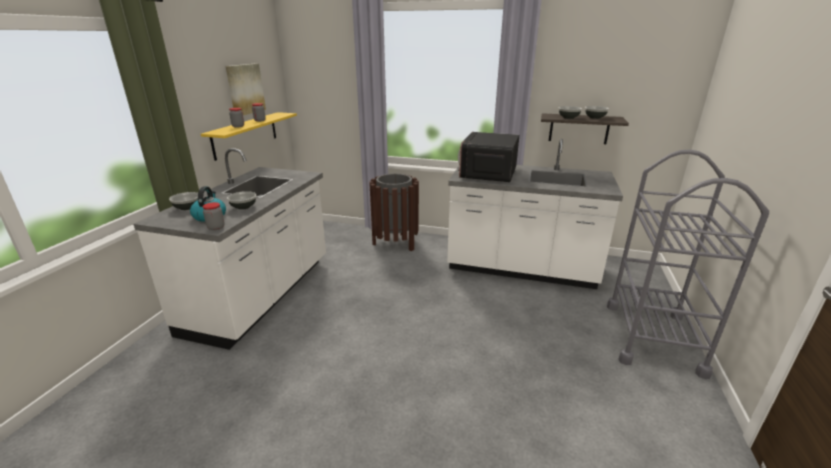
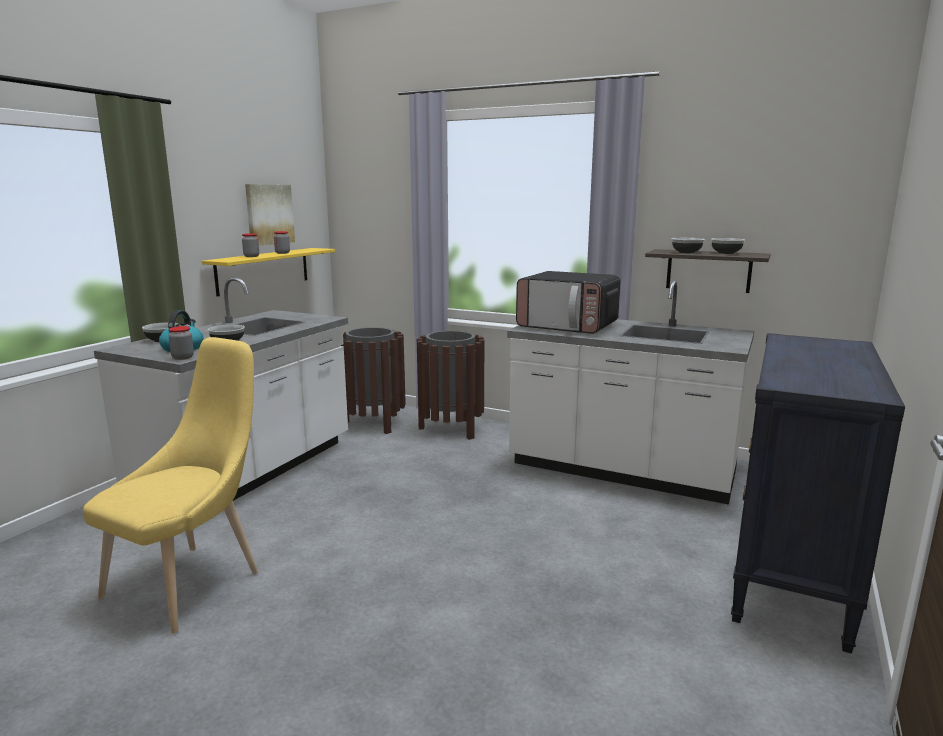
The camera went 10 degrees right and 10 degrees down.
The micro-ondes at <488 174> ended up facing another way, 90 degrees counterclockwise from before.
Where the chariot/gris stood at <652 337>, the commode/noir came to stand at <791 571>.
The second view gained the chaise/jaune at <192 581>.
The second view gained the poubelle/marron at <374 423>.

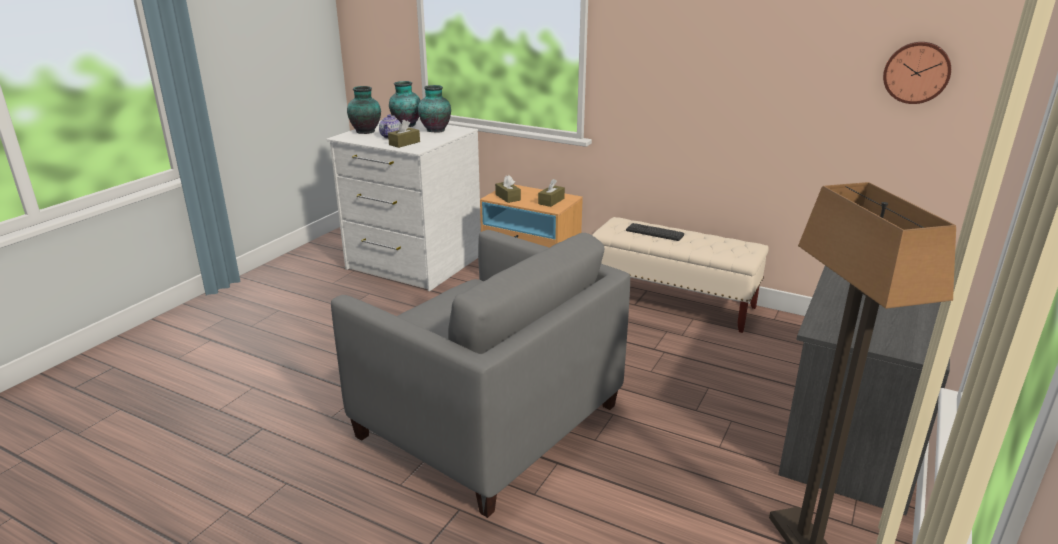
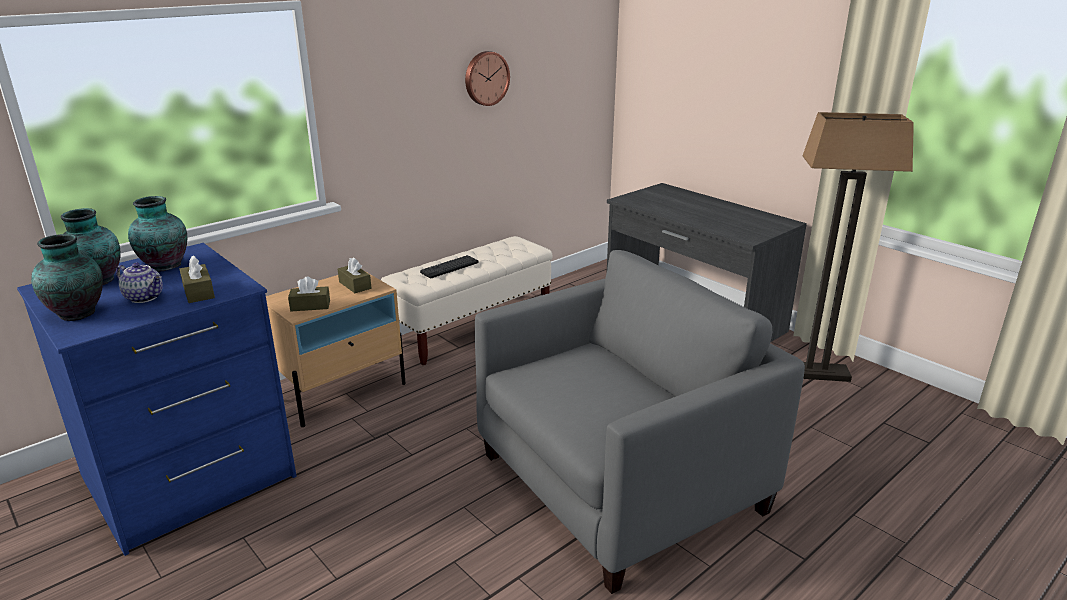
The camera went 70 degrees left and 0 degrees up.
What was the commode/blanc at <413 263> turned into the commode/bleu at <190 478>.
The horloge murale ended up elsewhere, having gone from <916 72> to <486 78>.

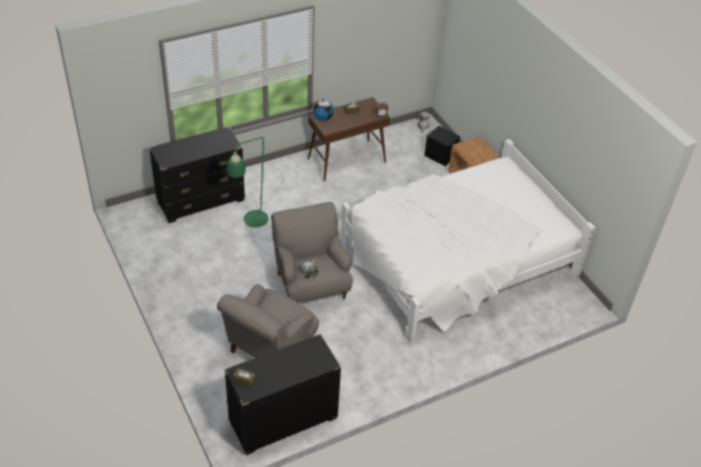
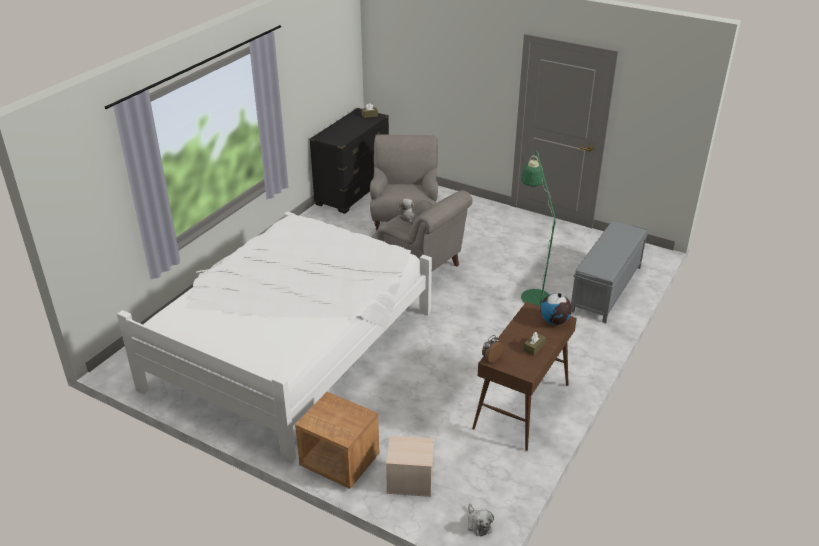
The camera went 150 degrees right and 10 degrees down.
Where the commode/noir stood at <201 201>, the banc/gris came to stand at <606 289>.
What was the boîte de rangement/noir at <441 155> turned into the boîte de rangement/beige at <409 481>.

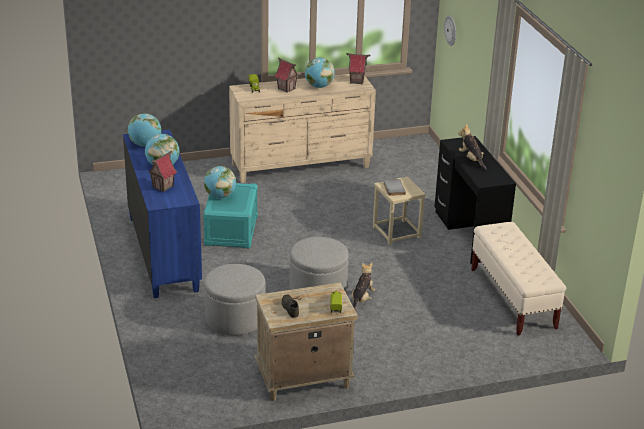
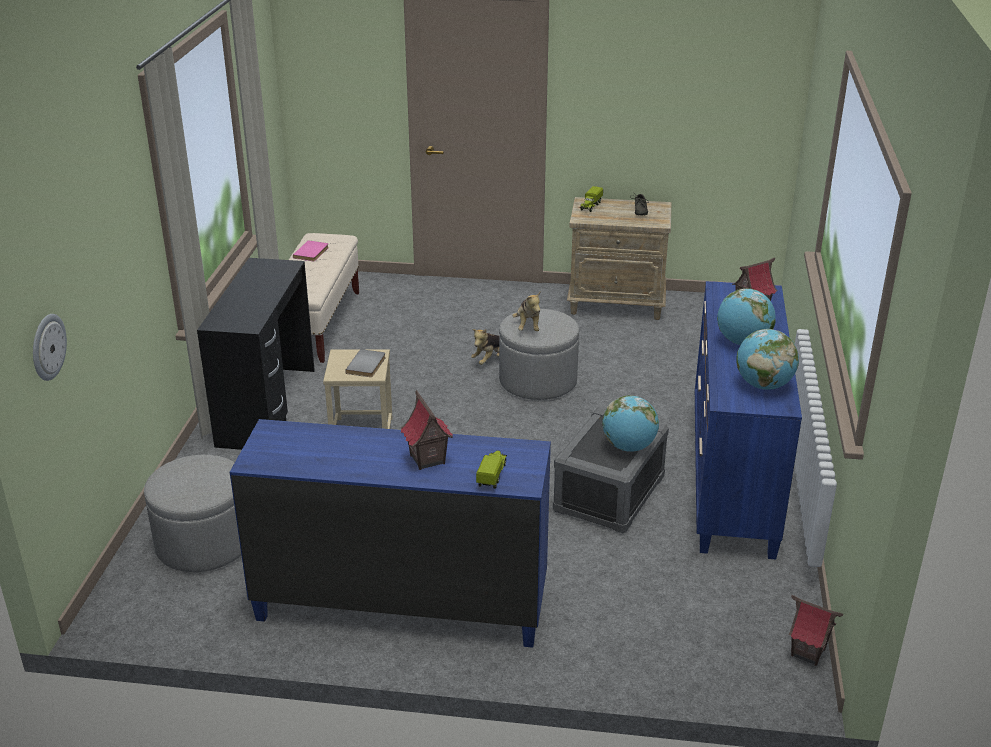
The camera went 155 degrees left and 0 degrees up.
What was the boîte de rangement/turquoise at <231 230> turned into the boîte de rangement/gris at <609 494>.
The pouf/gris ended up elsewhere, having gone from <235 319> to <204 543>.
What was the commode/beige at <301 166> turned into the commode/bleu at <400 604>.
The second view lost the globe at <319 86>.
The maison miniature ended up elsewhere, having gone from <357 81> to <808 653>.
The peluche ended up elsewhere, having gone from <471 159> to <528 326>.
The second view gained the livre/rose at <312 253>.

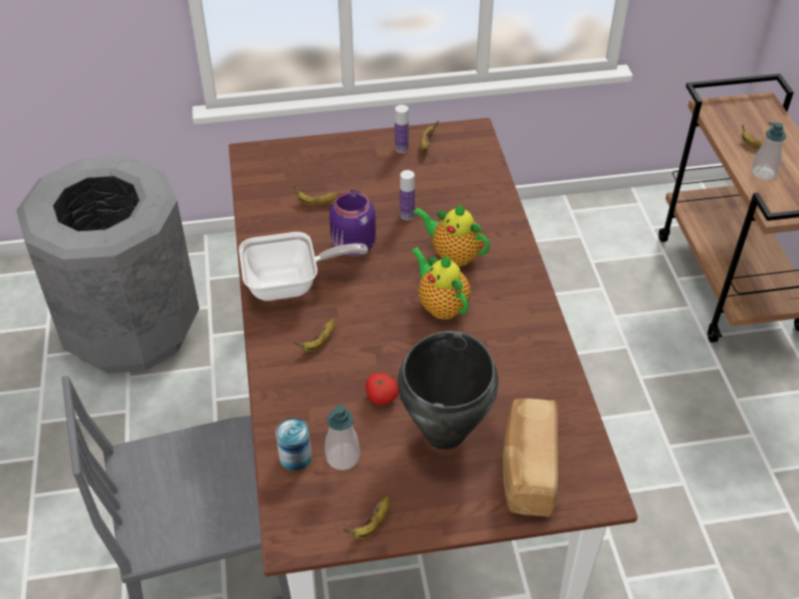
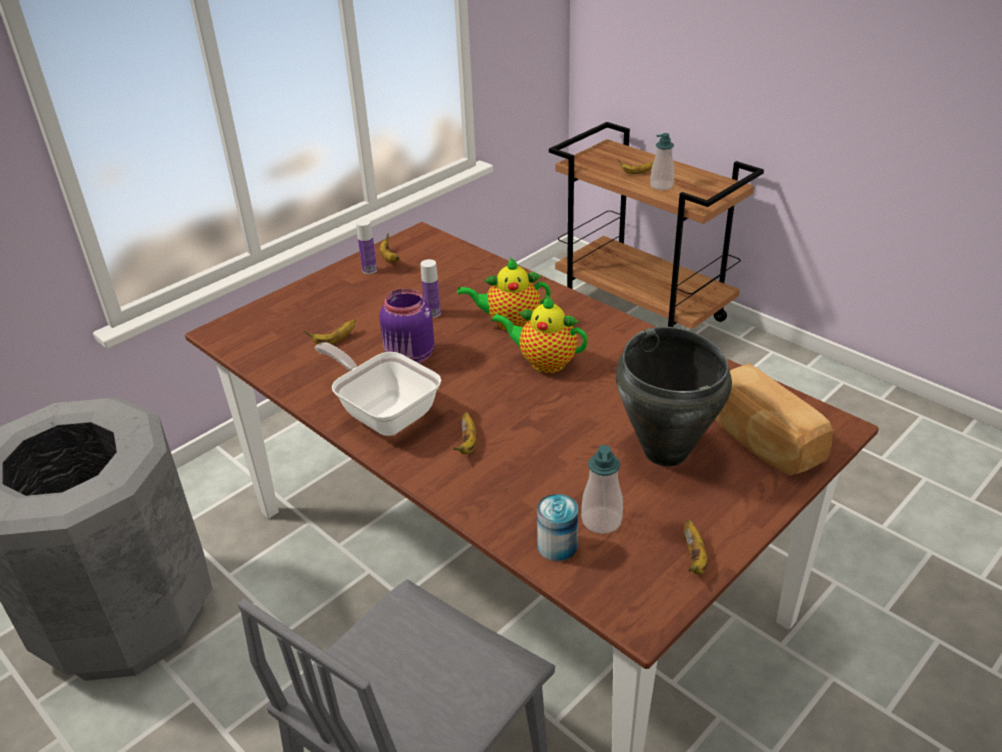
The camera went 35 degrees left and 10 degrees down.
The poêle at <290 285> ended up facing another way, 90 degrees counterclockwise from before.
The second view lost the tomate at <381 397>.

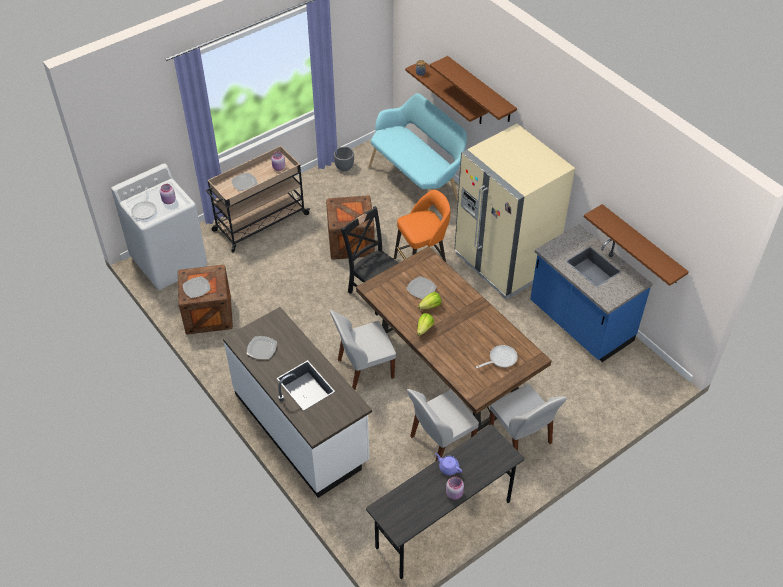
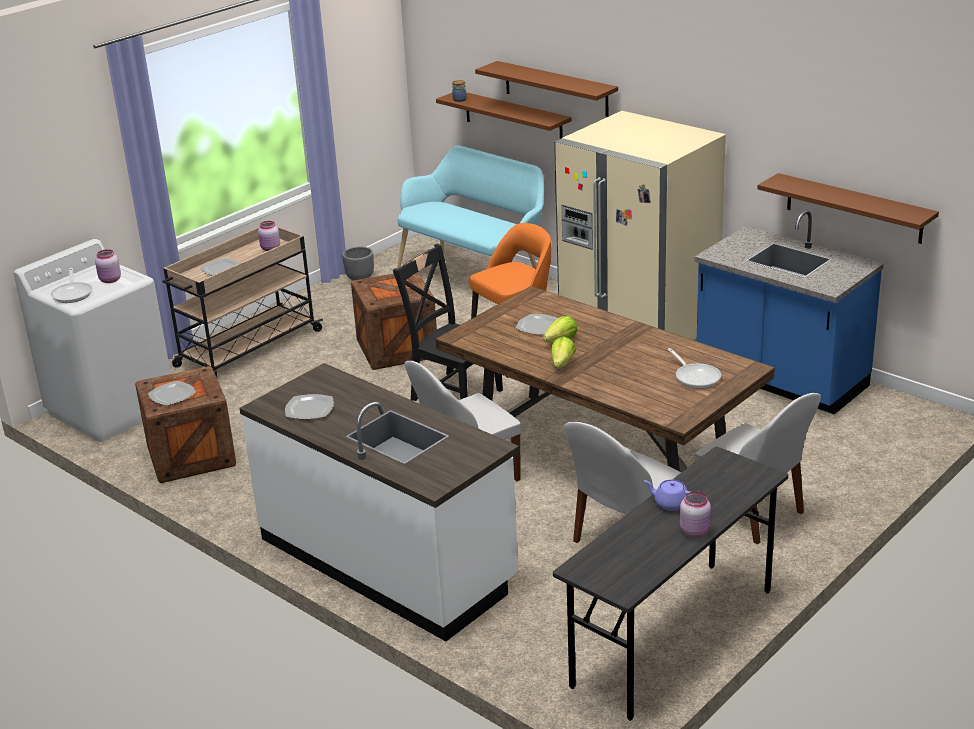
The camera went 10 degrees left and 20 degrees down.
The poêle at <500 359> ended up facing another way, 105 degrees clockwise from before.

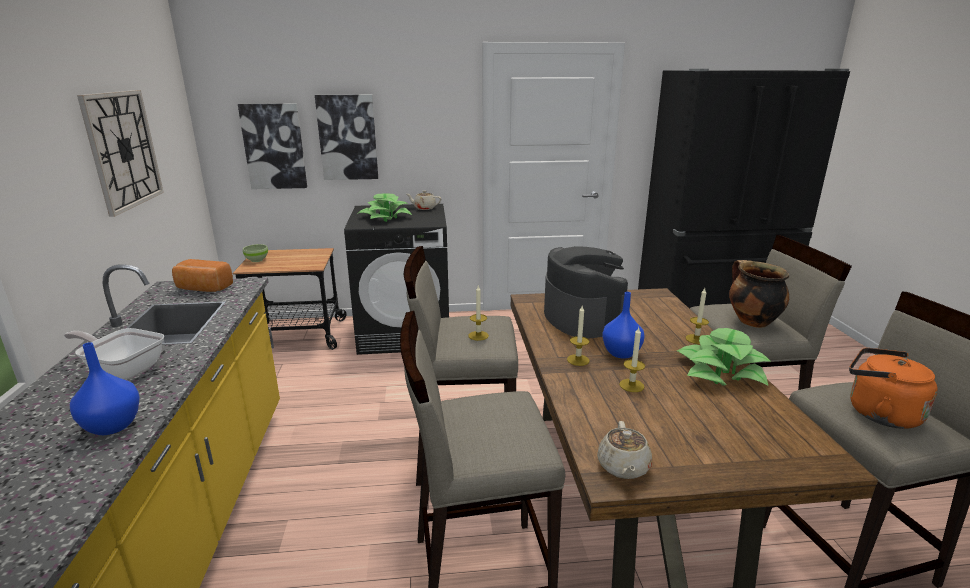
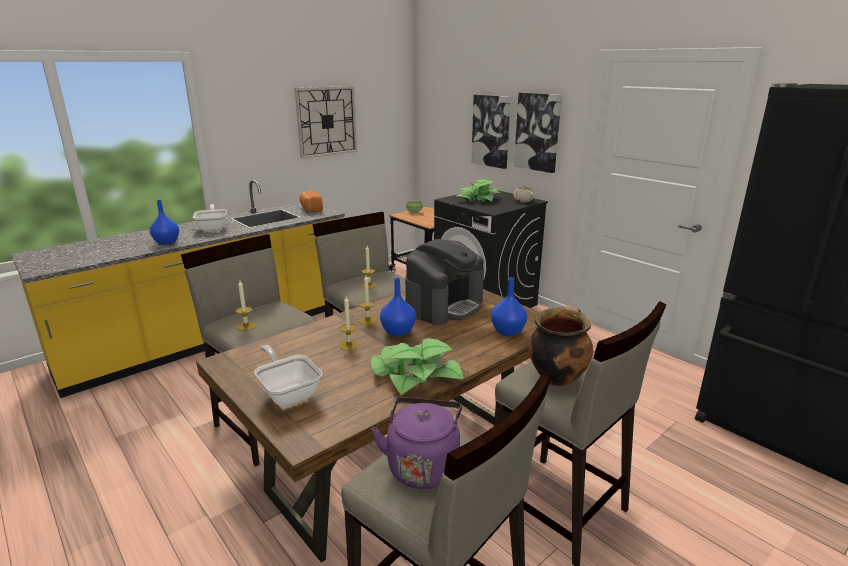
The camera went 55 degrees right and 0 degrees up.
The tableau ended up elsewhere, having gone from <274 146> to <538 132>.
The second view lost the théière/beige at <623 467>.
The bougie ended up elsewhere, having gone from <696 339> to <246 326>.
What was the bouilloire/orange at <878 413> turned into the bouilloire/violet at <423 465>.
The second view gained the poêle at <288 392>.
The second view gained the vase/bleu at <507 331>.

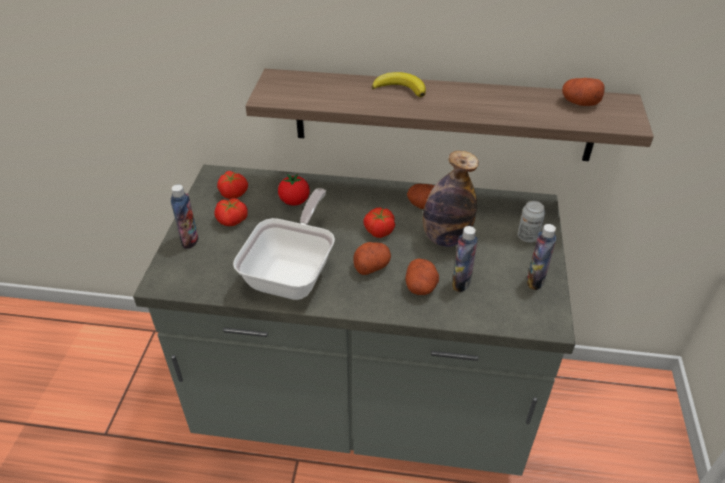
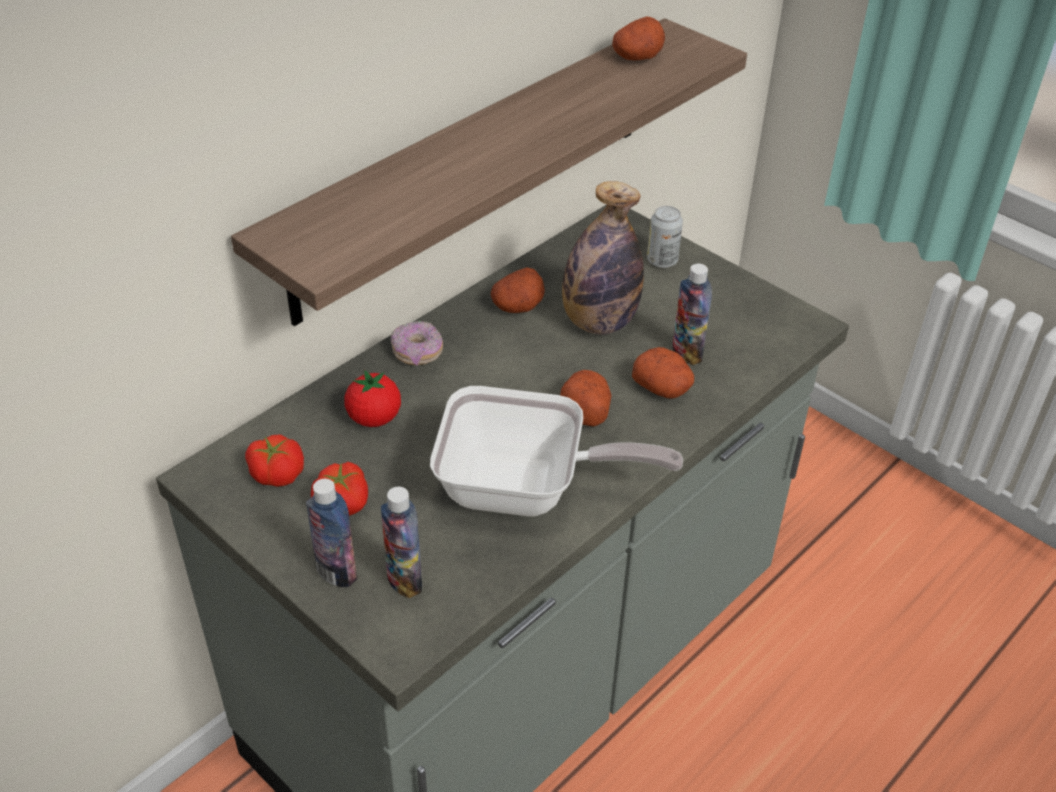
The camera went 55 degrees left and 0 degrees up.
The poêle at <293 273> ended up facing another way, 135 degrees clockwise from before.
The second view lost the tomate at <378 230>.
The second view lost the banane at <400 88>.
The bouteille ended up elsewhere, having gone from <535 280> to <404 580>.
The second view gained the beignet at <417 353>.

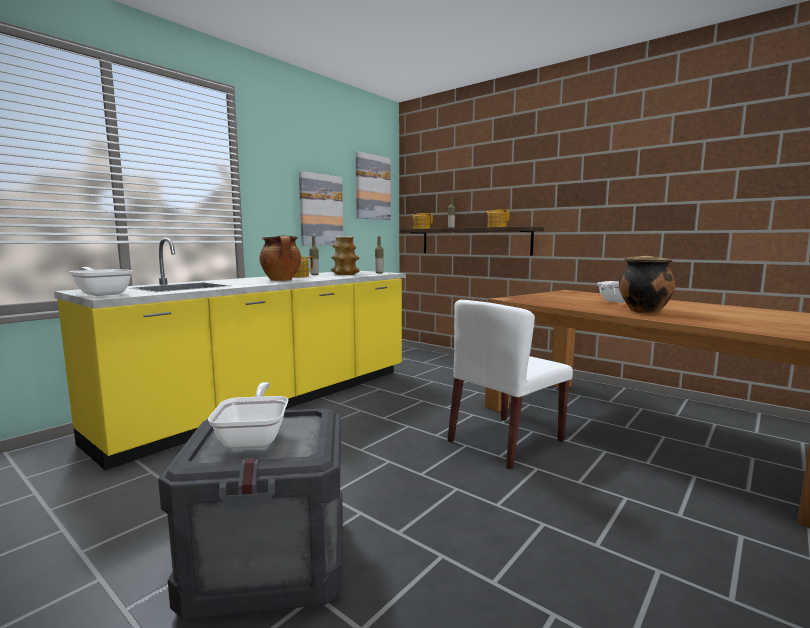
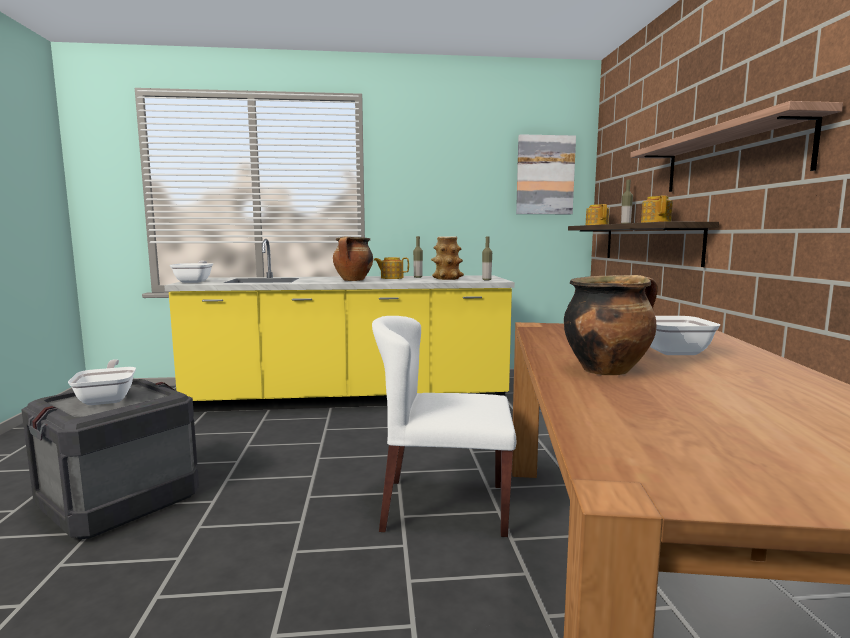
The camera went 45 degrees right and 0 degrees up.
The poêle at <255 437> ended up facing another way, 60 degrees counterclockwise from before.
The second view lost the tableau at <321 210>.
The second view gained the étagère at <731 158>.

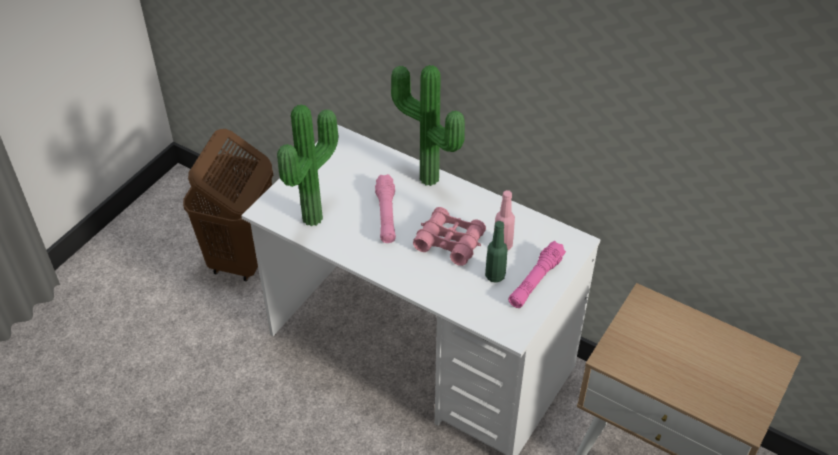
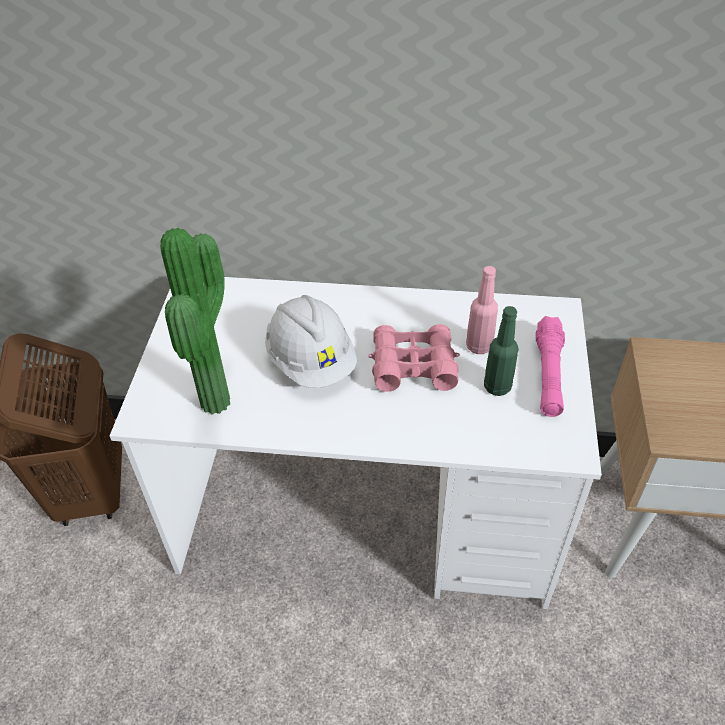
The camera went 25 degrees left and 0 degrees up.
Where the lampe de poche/rose stood at <386 215>, the casque de chantier/blanc came to stand at <311 362>.
The second view lost the plante en pot at <427 181>.

